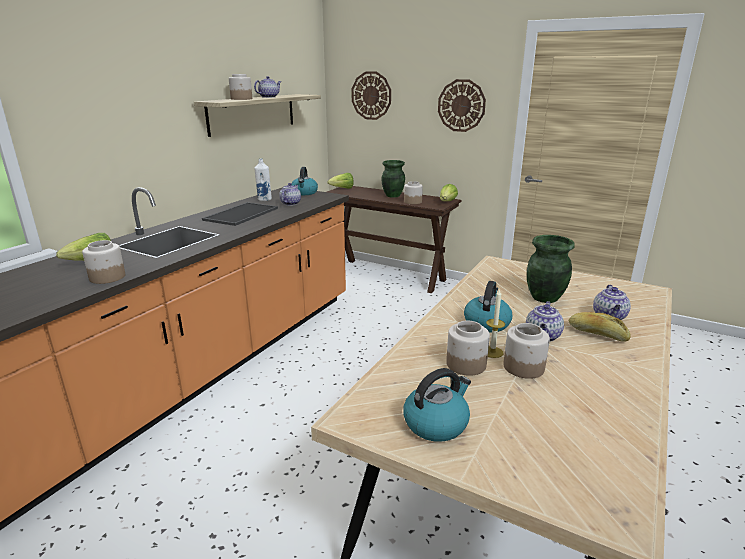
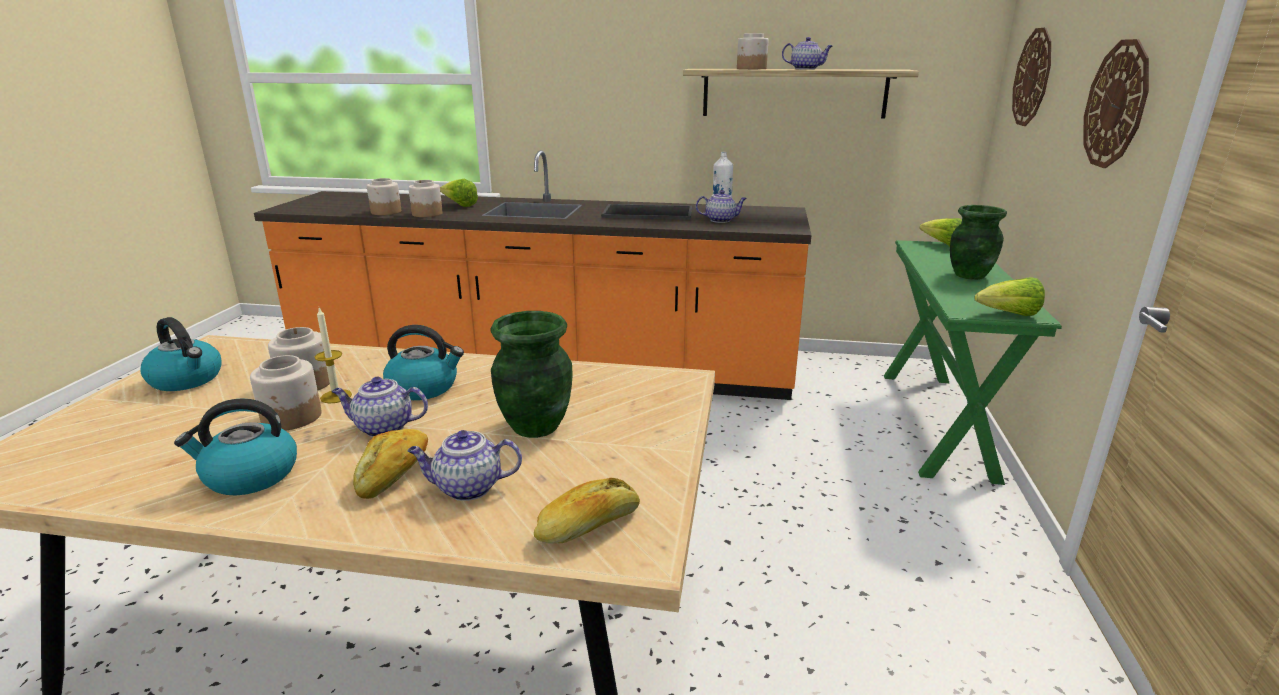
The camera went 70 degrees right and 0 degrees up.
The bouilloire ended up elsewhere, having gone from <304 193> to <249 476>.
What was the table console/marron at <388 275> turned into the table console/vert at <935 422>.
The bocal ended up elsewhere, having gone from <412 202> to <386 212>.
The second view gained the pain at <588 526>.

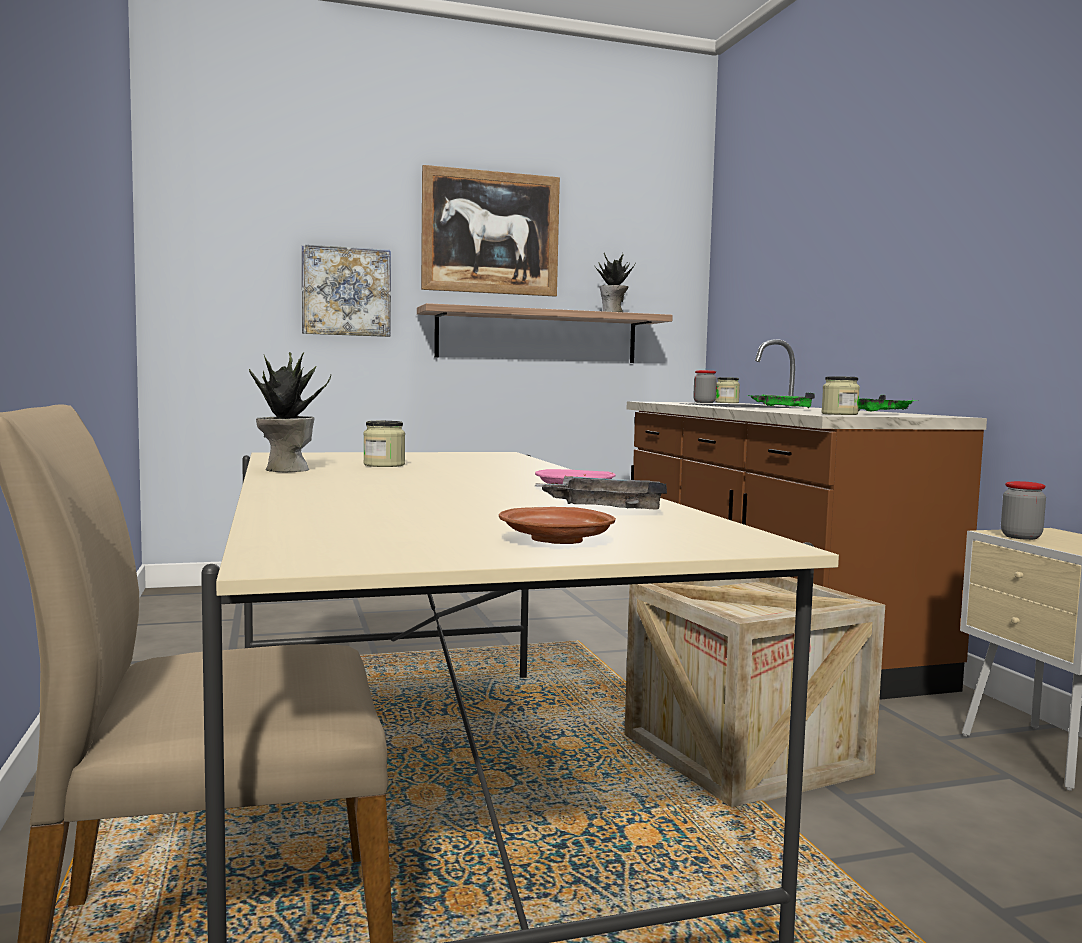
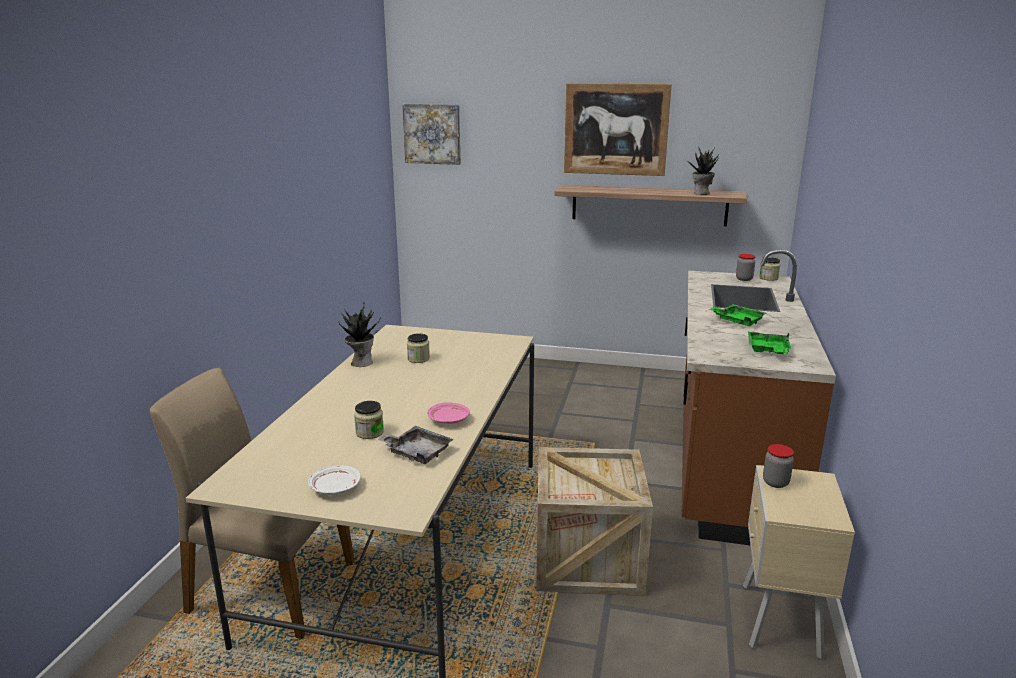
The camera went 30 degrees right and 15 degrees up.
The tableau ended up elsewhere, having gone from <346 291> to <432 134>.
What was the assiette/marron at <556 541> turned into the assiette/blanc at <335 488>.
The bocal ended up elsewhere, having gone from <839 414> to <369 432>.

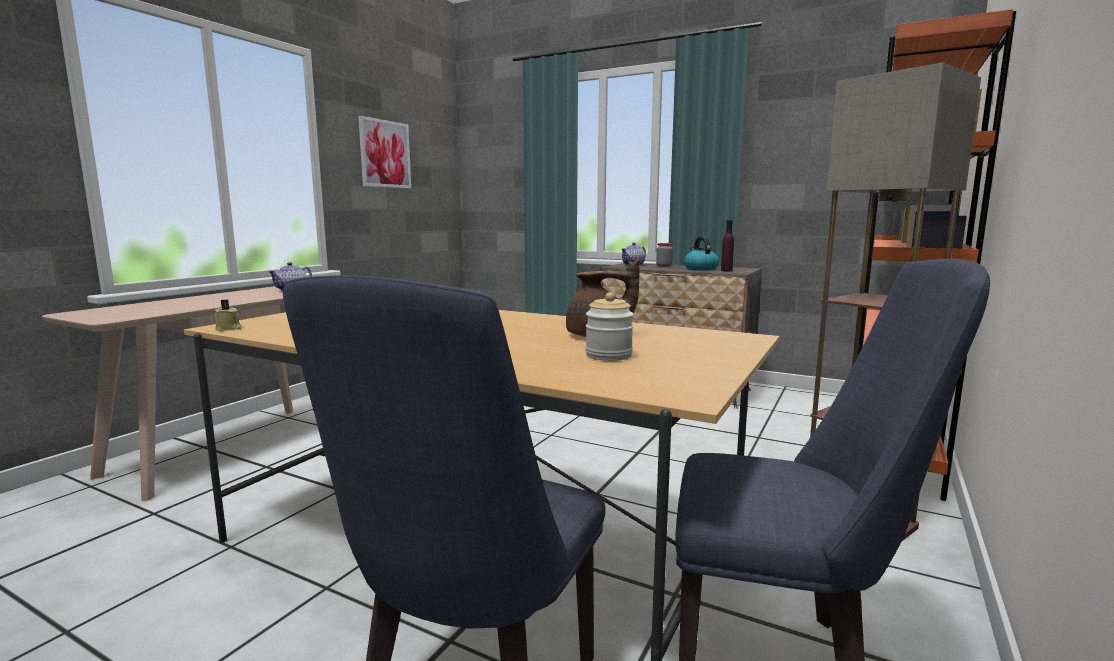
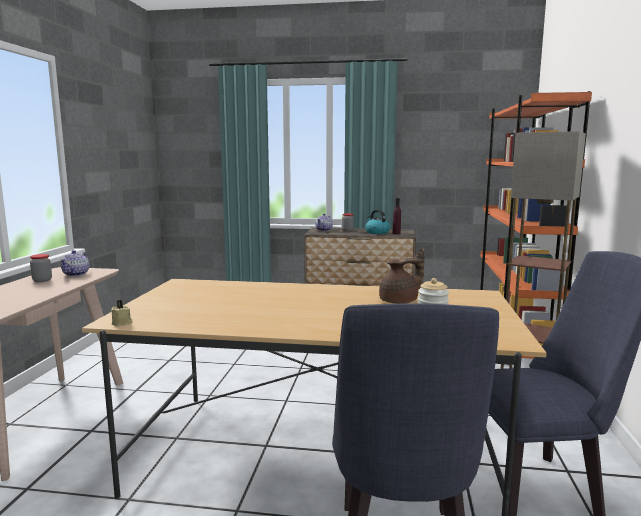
The camera went 20 degrees left and 0 degrees up.
The second view lost the tableau at <385 154>.
The second view gained the bocal at <42 280>.

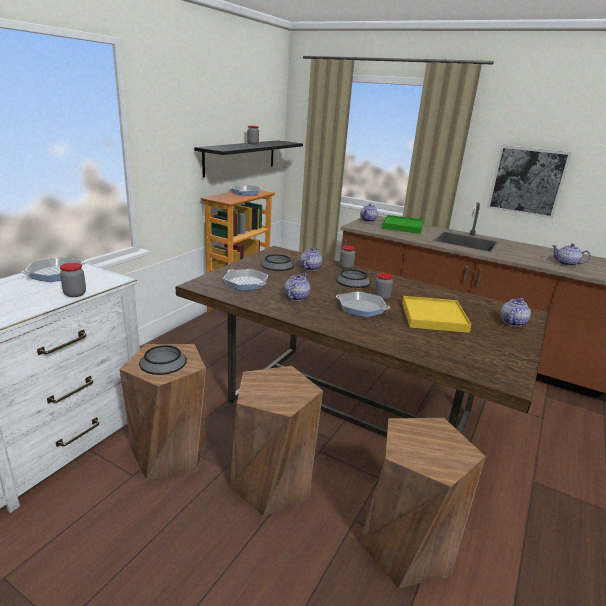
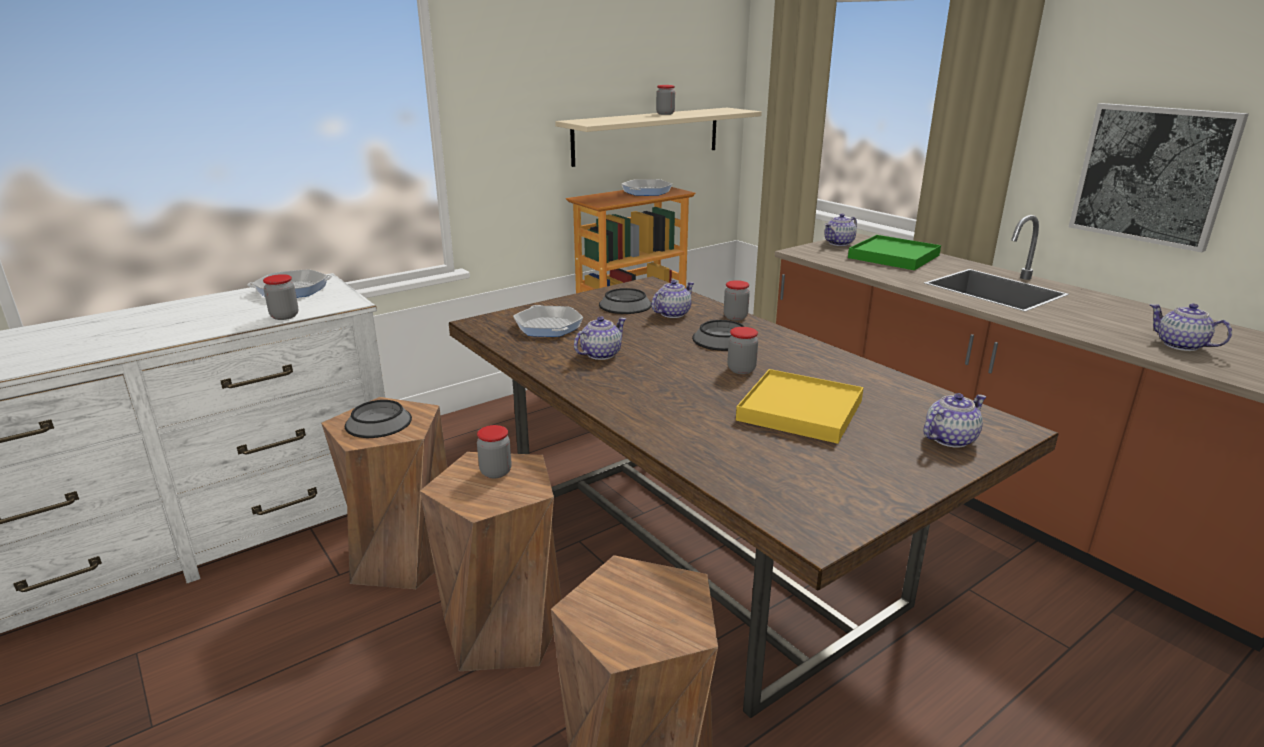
The camera went 25 degrees right and 0 degrees up.
What was the étagère/noir at <240 157> turned into the étagère/beige at <647 136>.
The second view lost the poêle at <361 308>.
The second view gained the bocal at <495 472>.

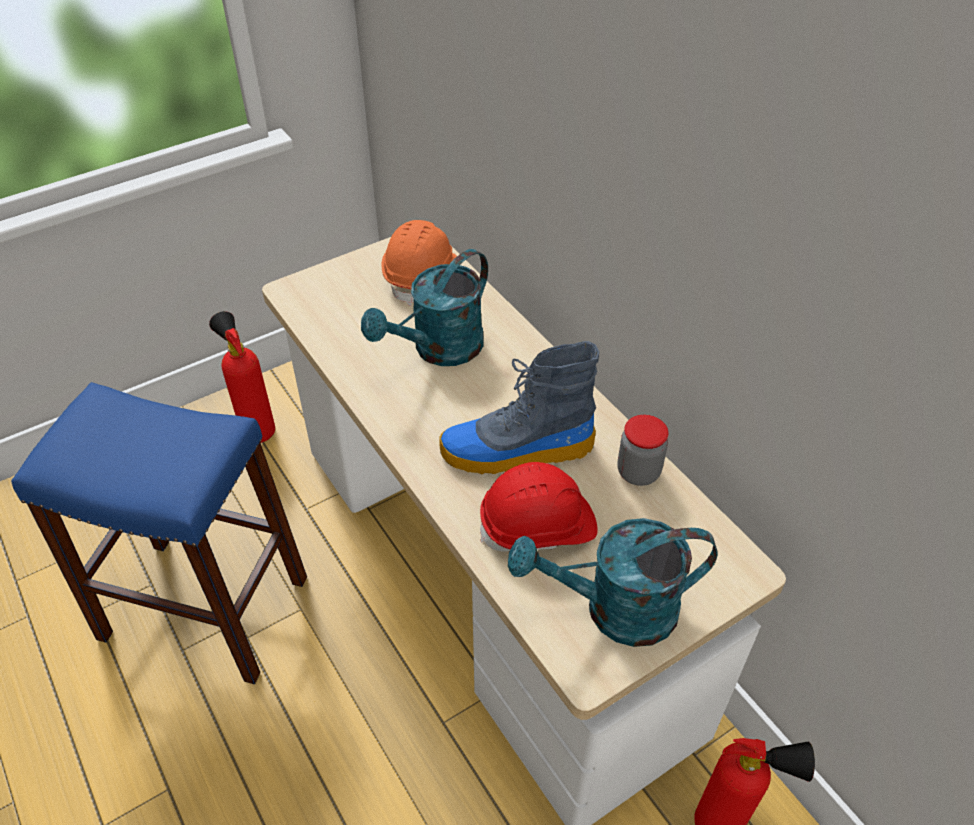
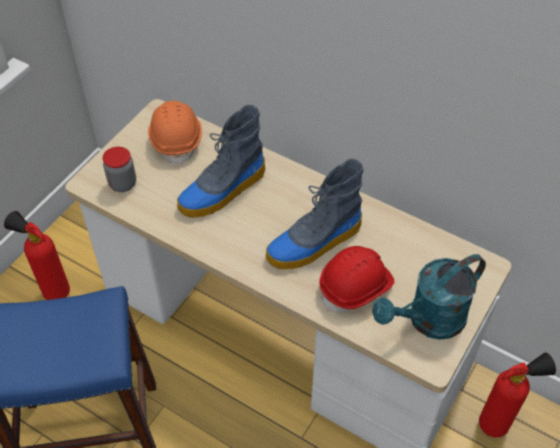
The camera went 25 degrees left and 5 degrees up.
Where the arrosoir/turquoise stood at <439 350>, the botte came to stand at <222 191>.
The bocal ended up elsewhere, having gone from <638 472> to <122 184>.

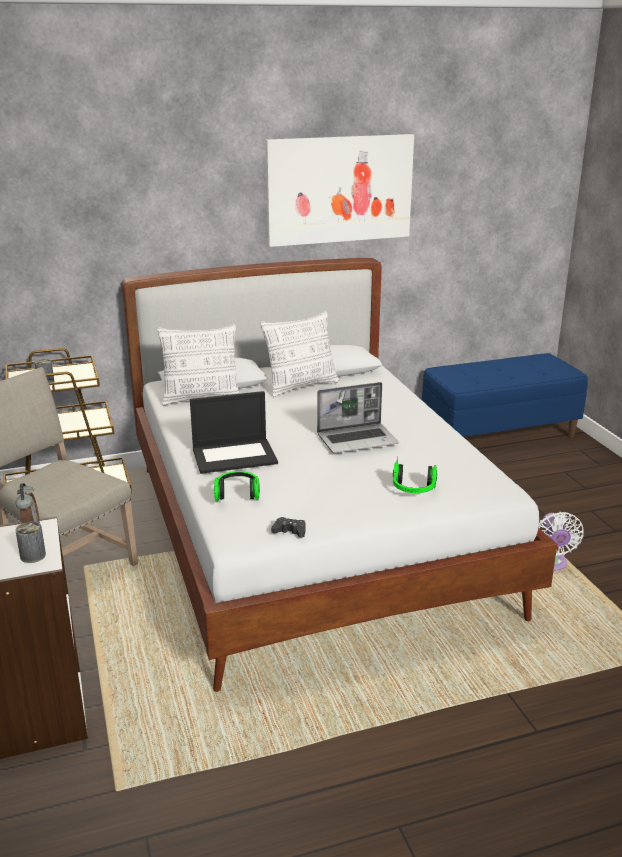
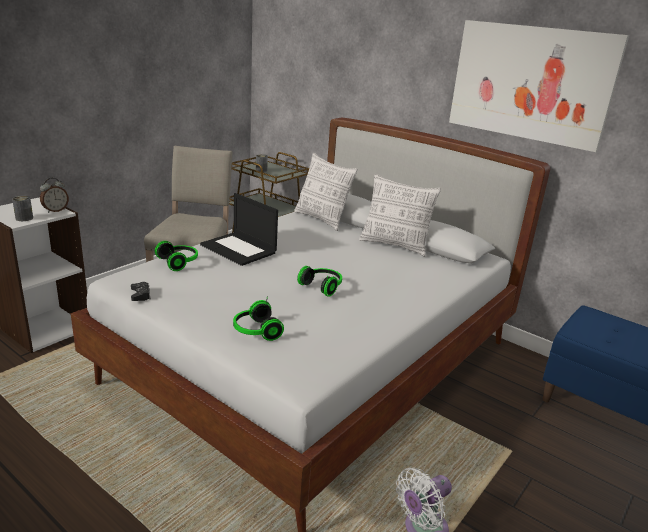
The camera went 55 degrees right and 0 degrees up.
Where the ordinateur portable stood at <357 439>, the casque audio came to stand at <322 287>.

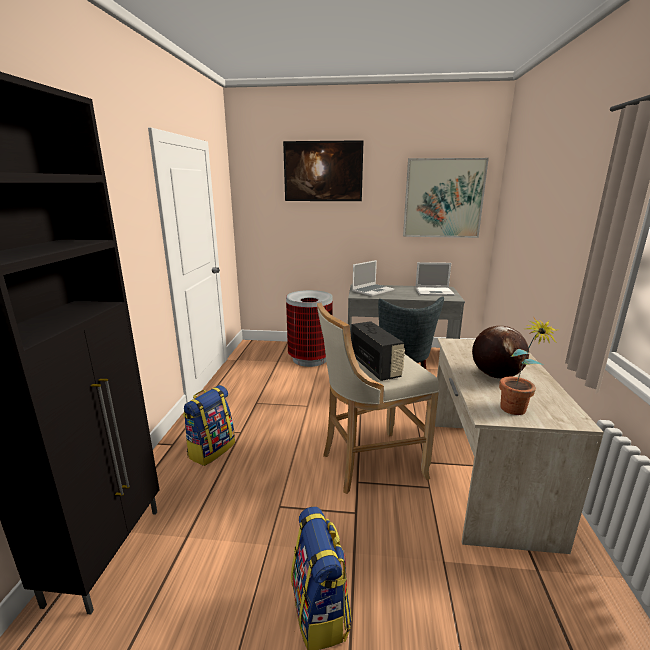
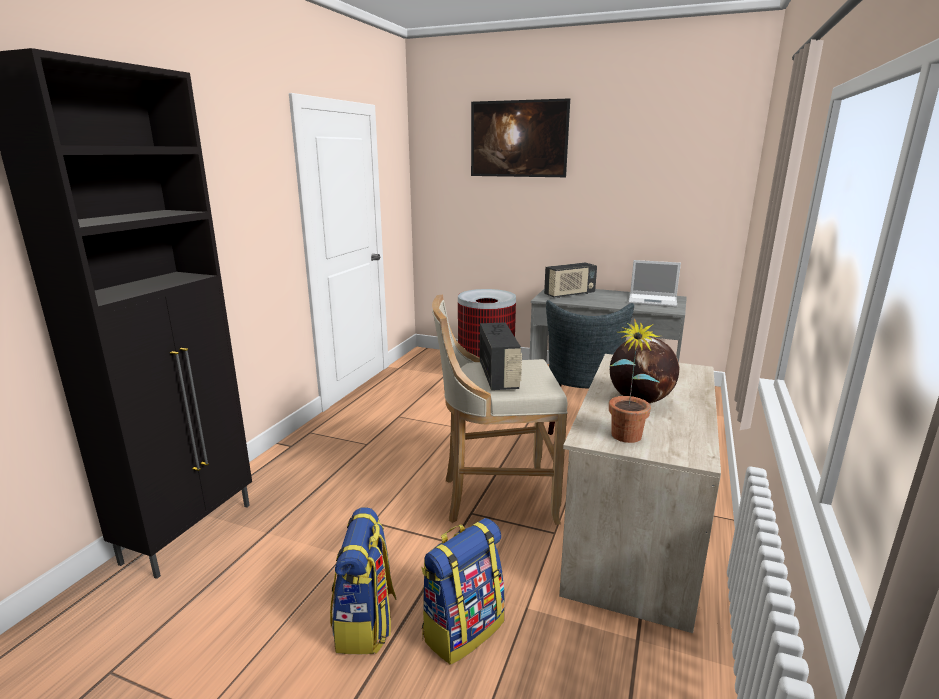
The camera went 15 degrees right and 0 degrees up.
The sac à dos ended up elsewhere, having gone from <211 450> to <463 629>.
Where the ordinateur portable stood at <373 291>, the radio came to stand at <569 294>.
The second view lost the tableau at <443 198>.

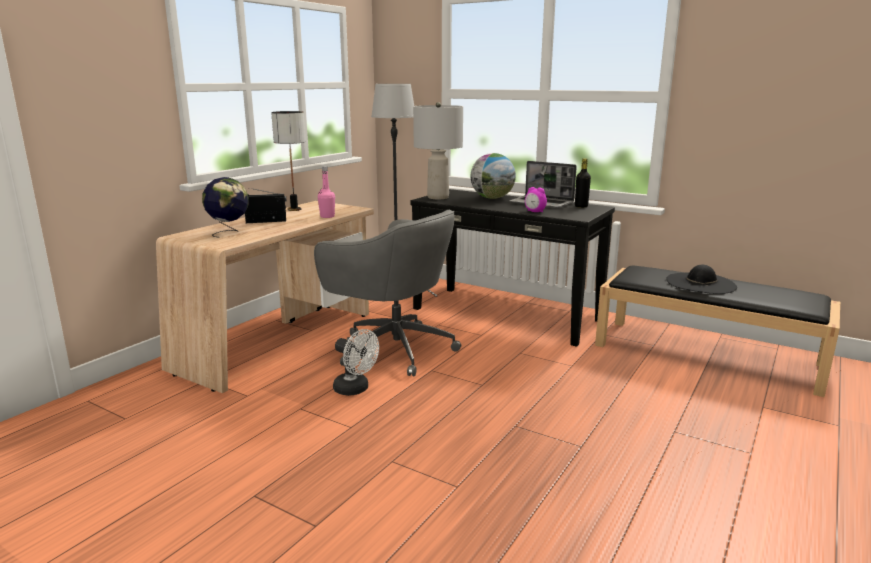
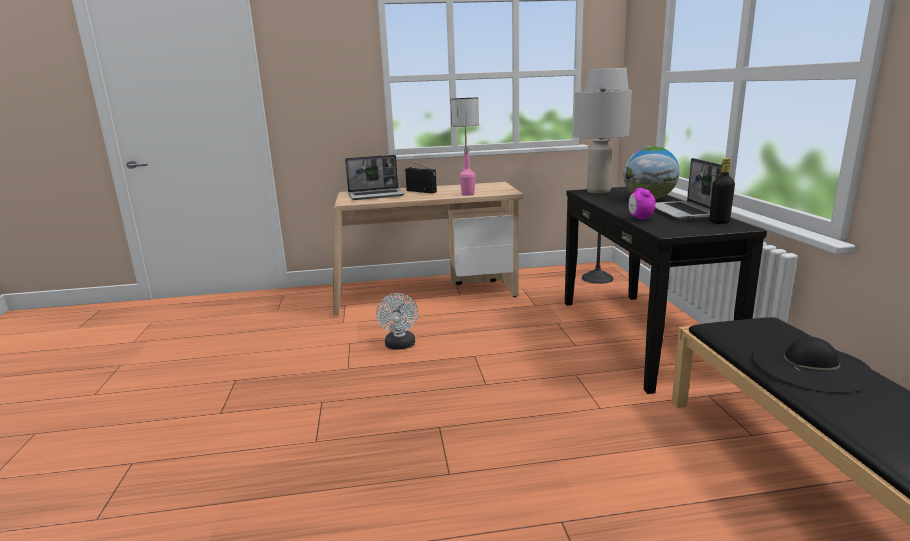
The camera went 50 degrees right and 0 degrees up.
Where the globe stood at <229 233>, the ordinateur portable came to stand at <376 195>.
The second view lost the chaise de bureau/gris at <393 348>.

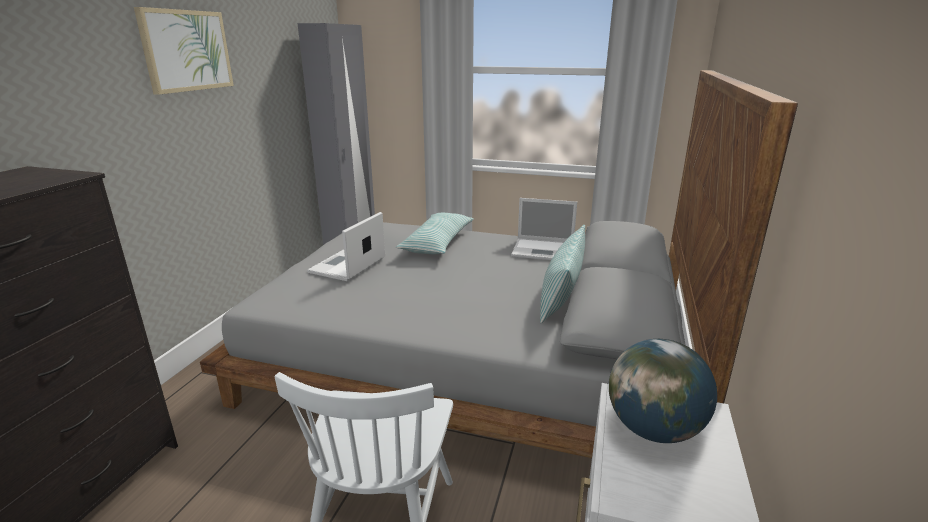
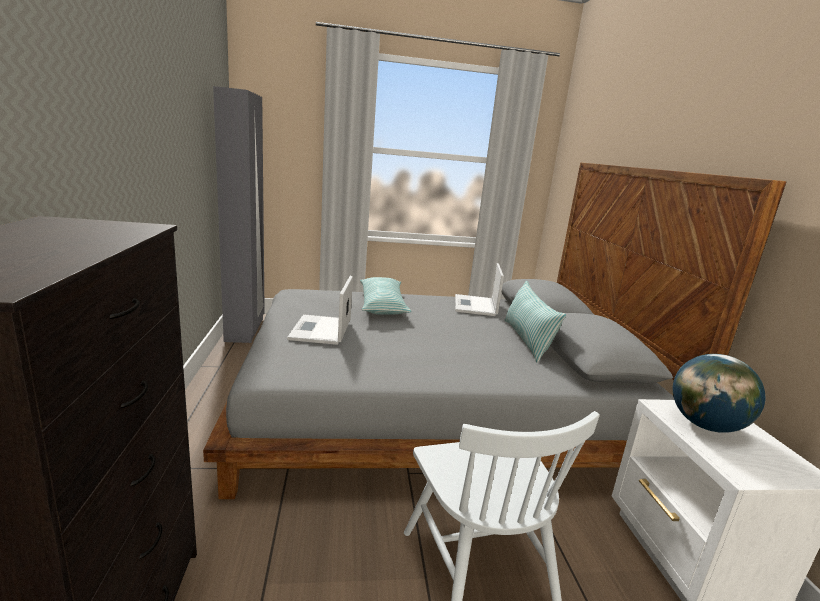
The camera went 25 degrees left and 5 degrees down.
The second view lost the tableau at <186 50>.
The ordinateur portable at <544 250> ended up facing another way, 105 degrees clockwise from before.

